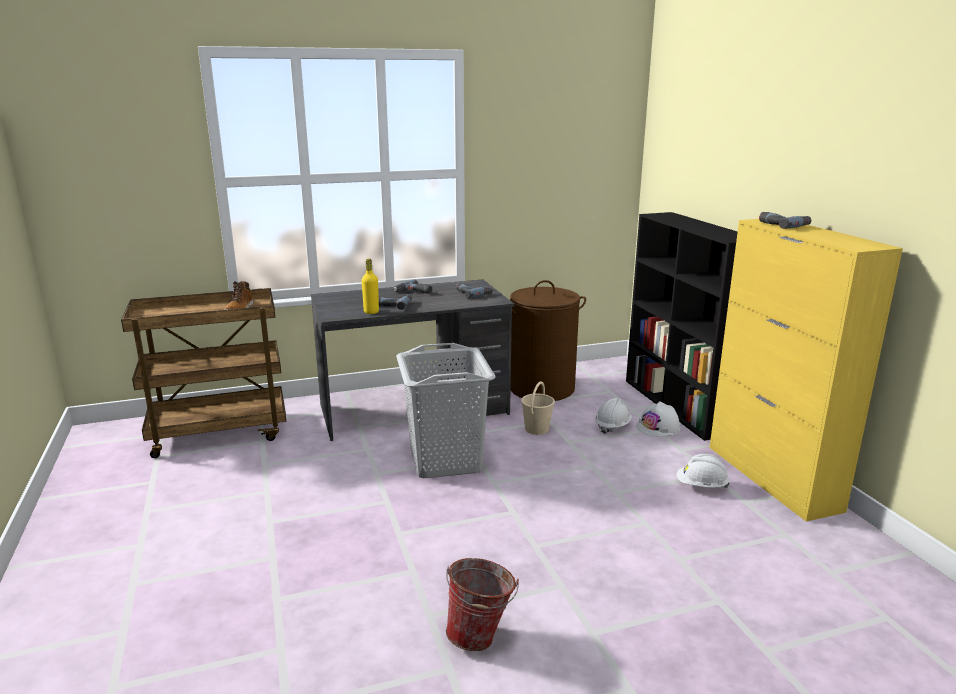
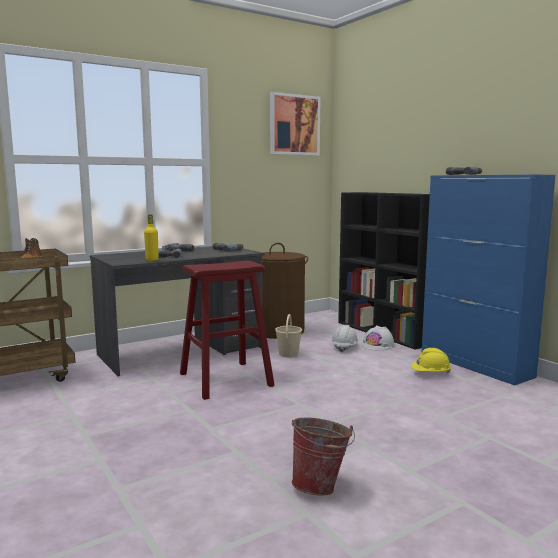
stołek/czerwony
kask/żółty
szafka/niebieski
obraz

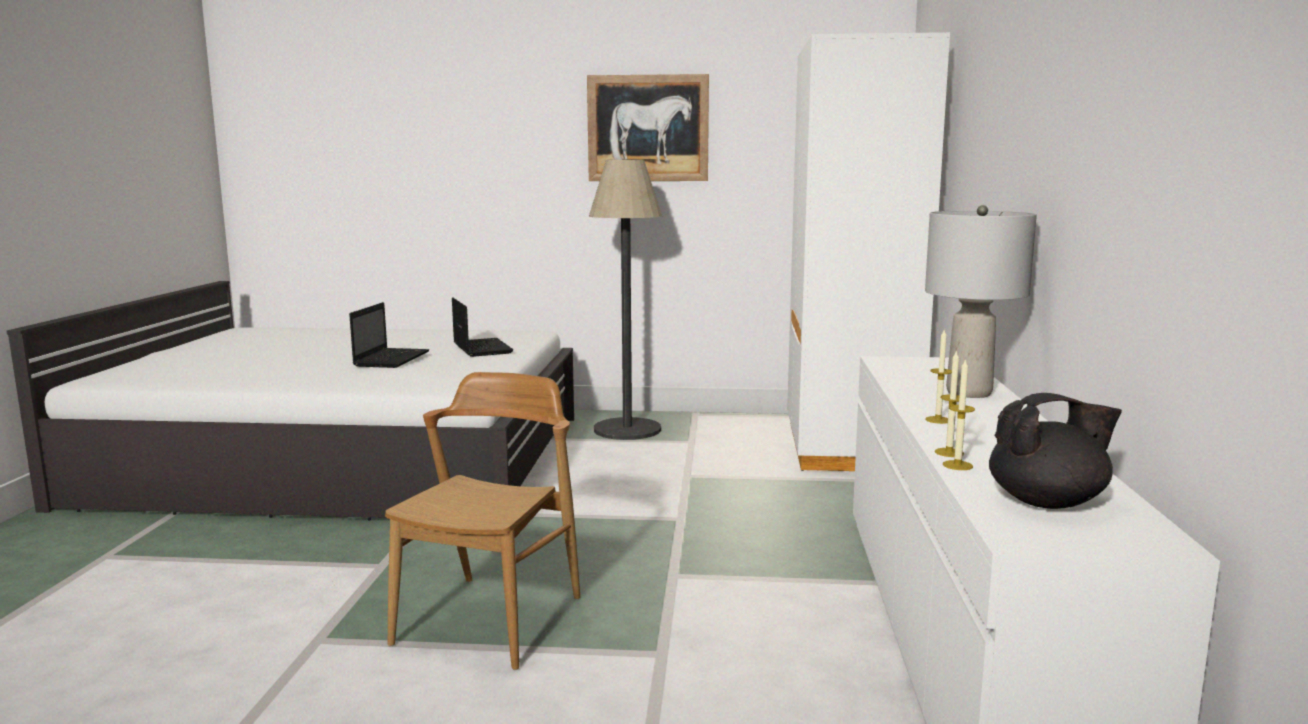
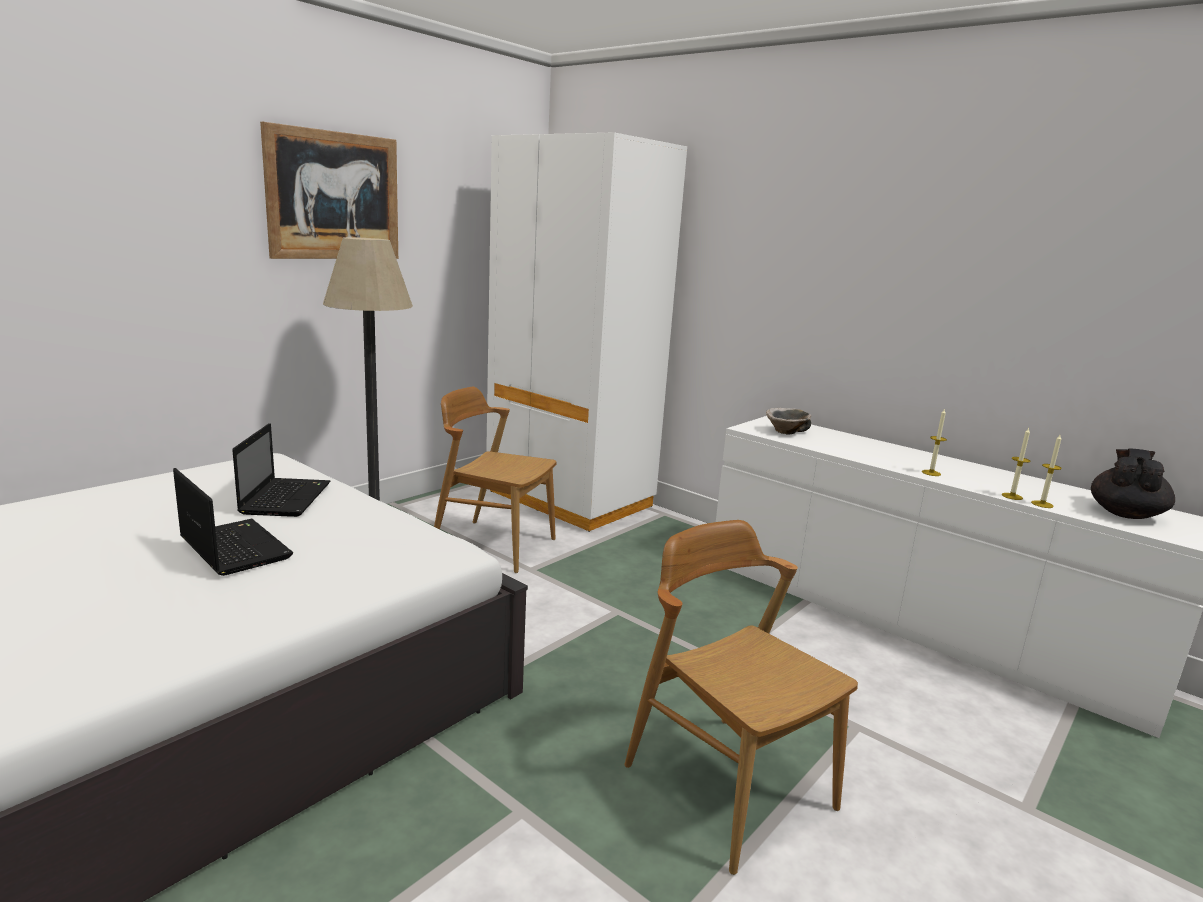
laptop (no. 2 from left)
lampa stołowa/szary
krzesło/brązowy (no. 1 from left)
miska

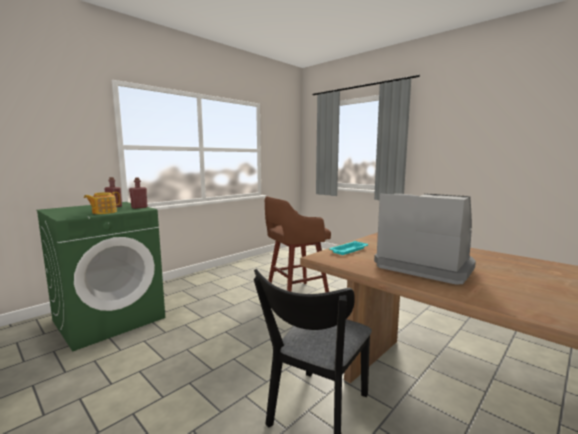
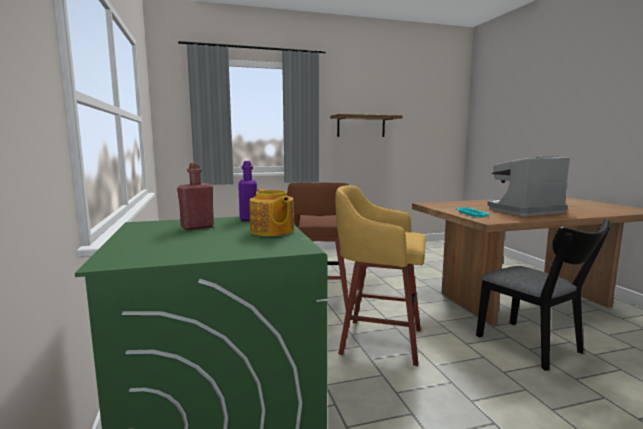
butelka/fioletowy
półka
stołek/żółty

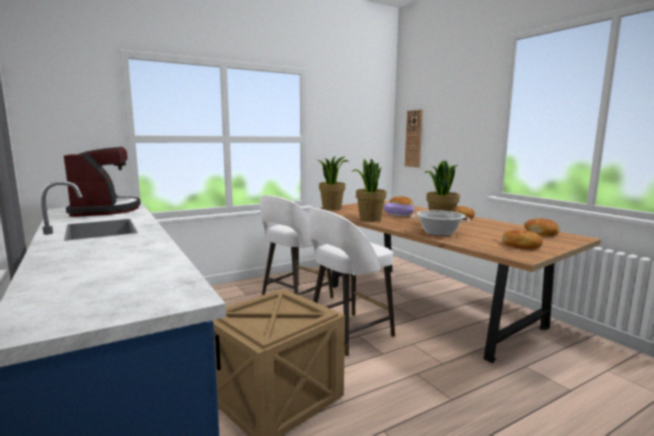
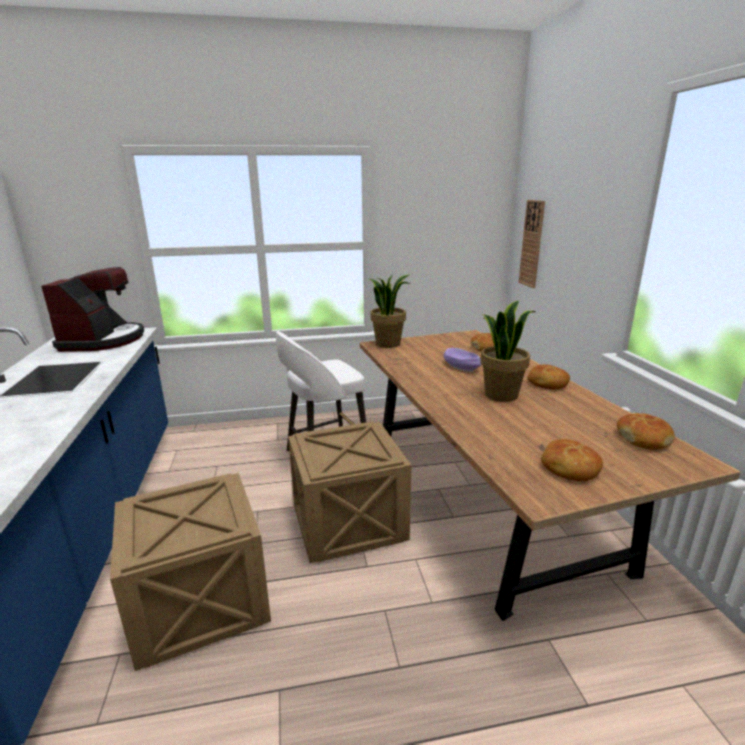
skrzynka (no. 2 from left)
roślina doniczkowa (no. 2 from left in the first image)
garnek

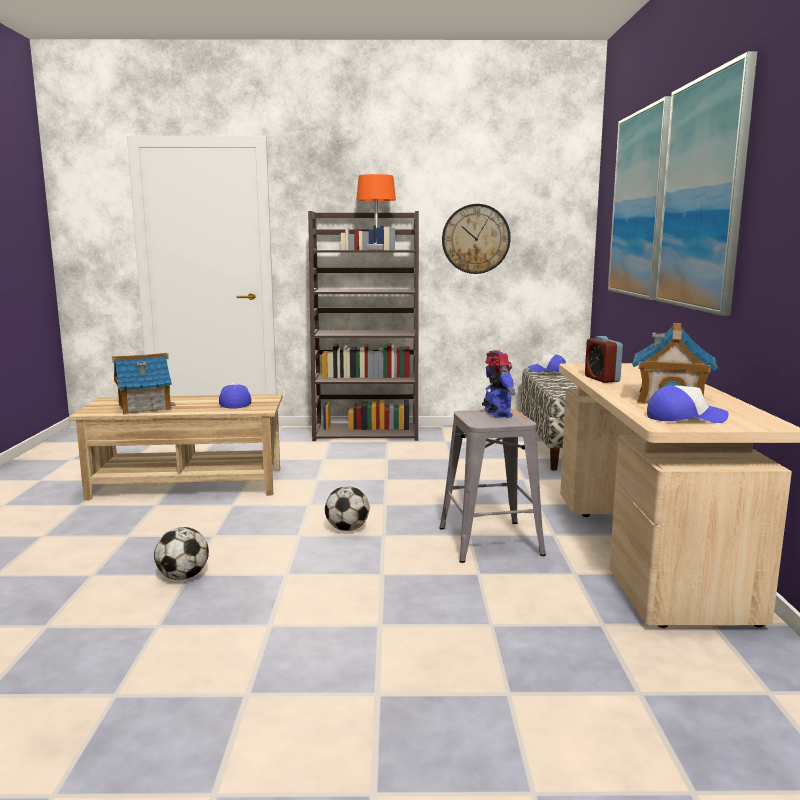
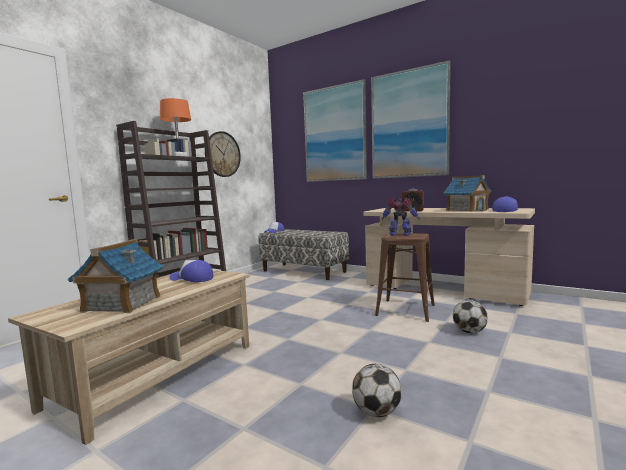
piłka futbolowa (no. 2 from left)
stołek/brązowy

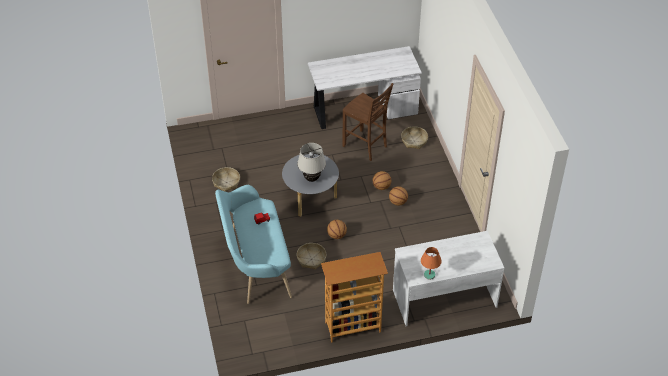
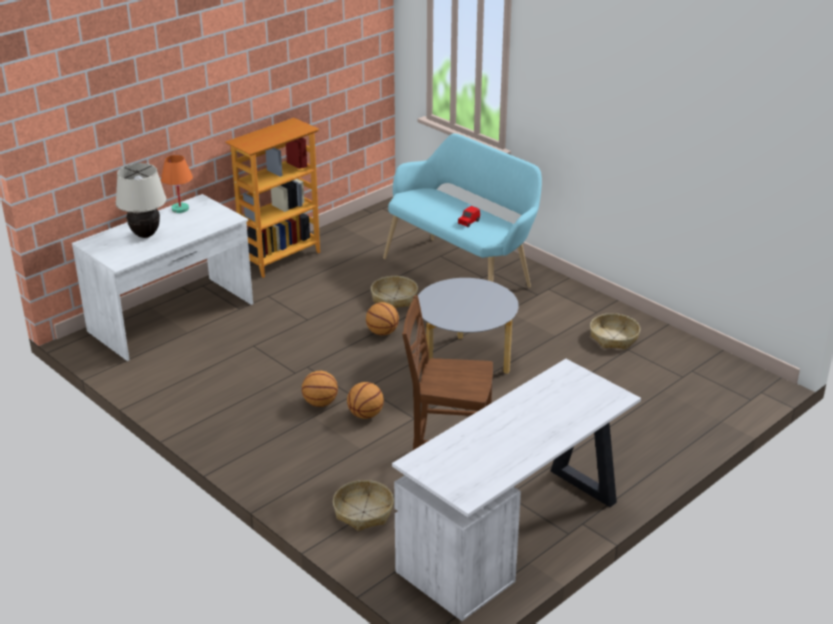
lampa stołowa/beżowy

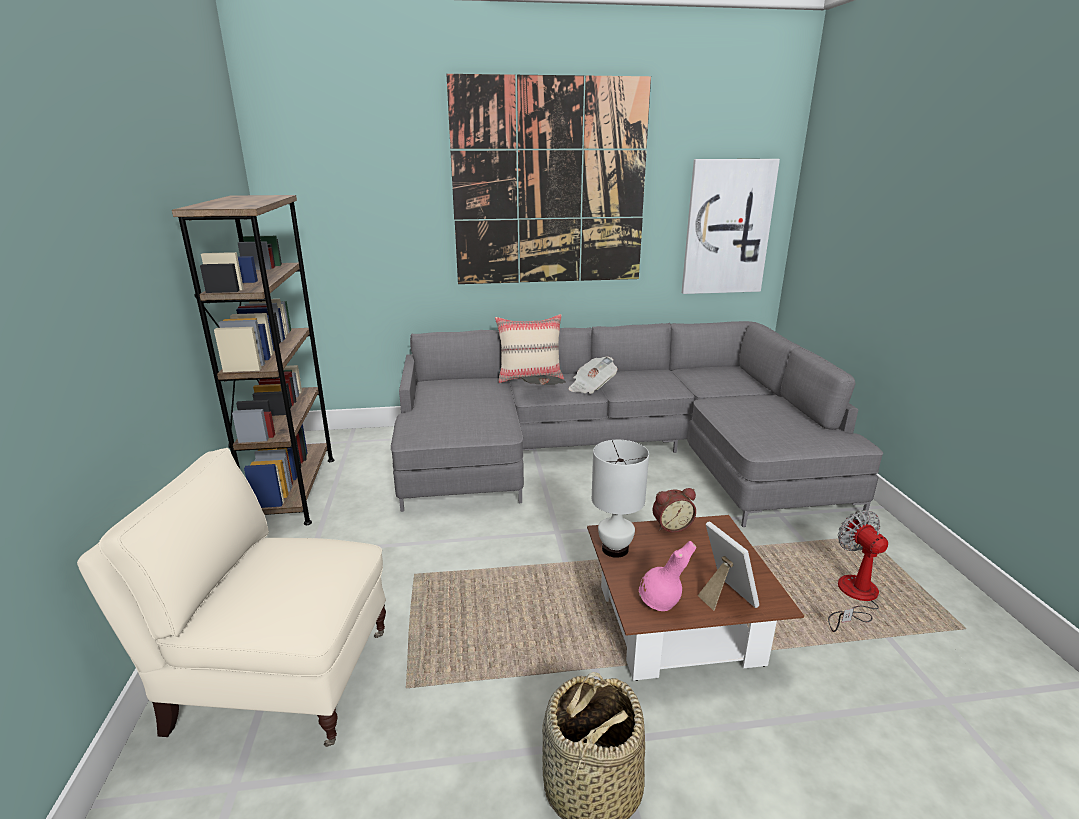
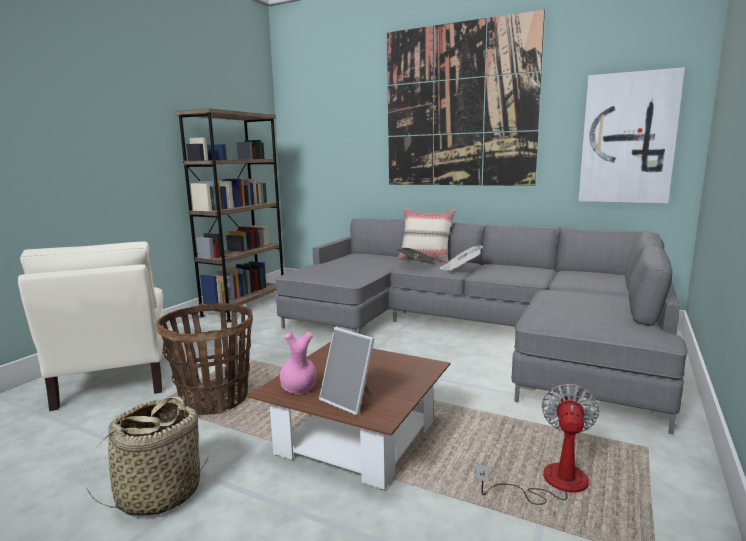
fotel/beżowy
lampa stołowa/biały
budzik
ramka na zdjęcie
koszyk (no. 2 from left)

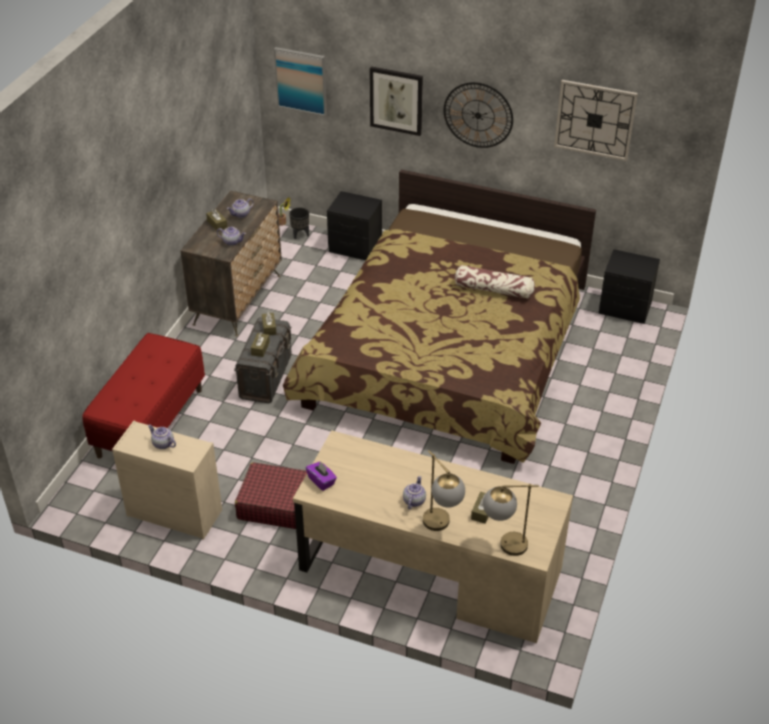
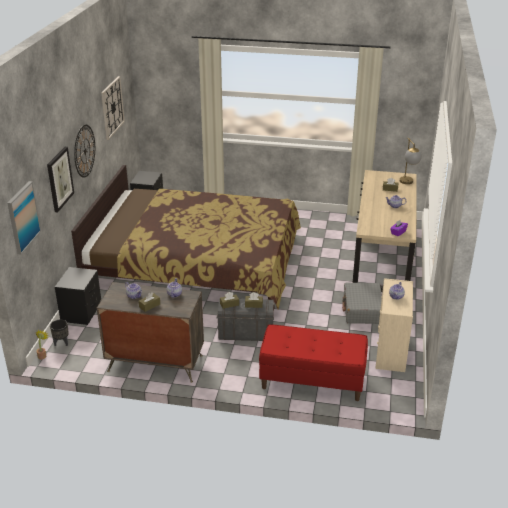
walizka/szary
lampa stołowa (no. 1 from left in the first image)
poduszka

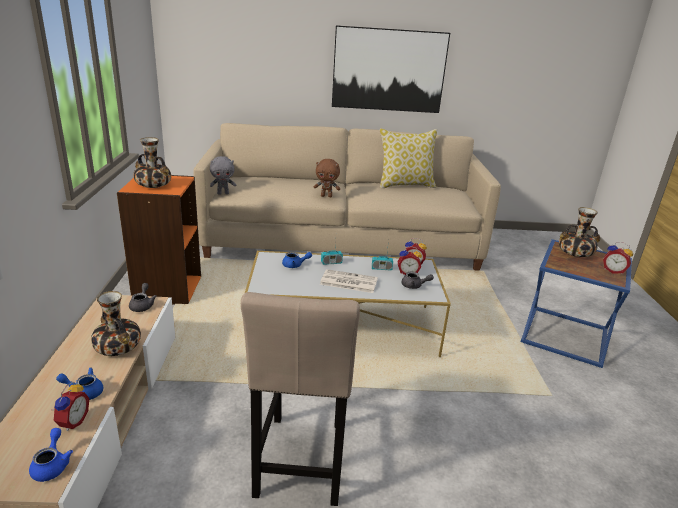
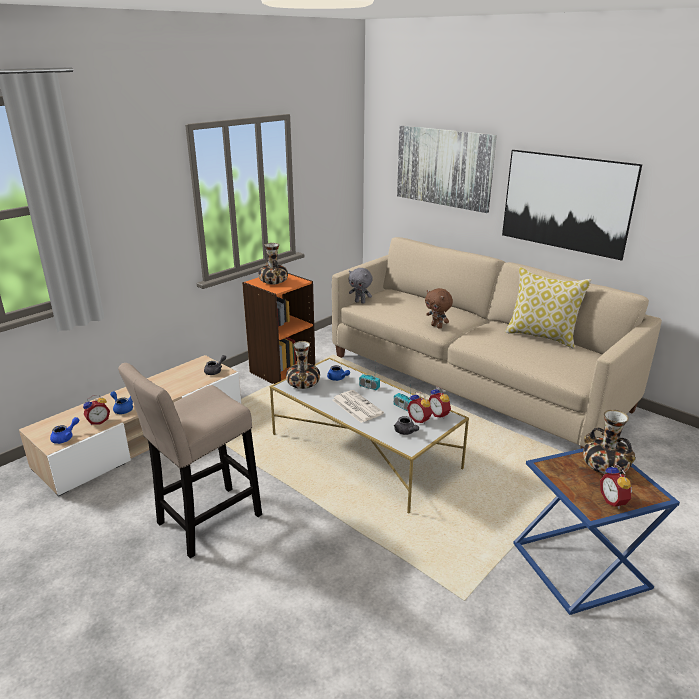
wazon (no. 2 from left)
obraz (no. 1 from left)

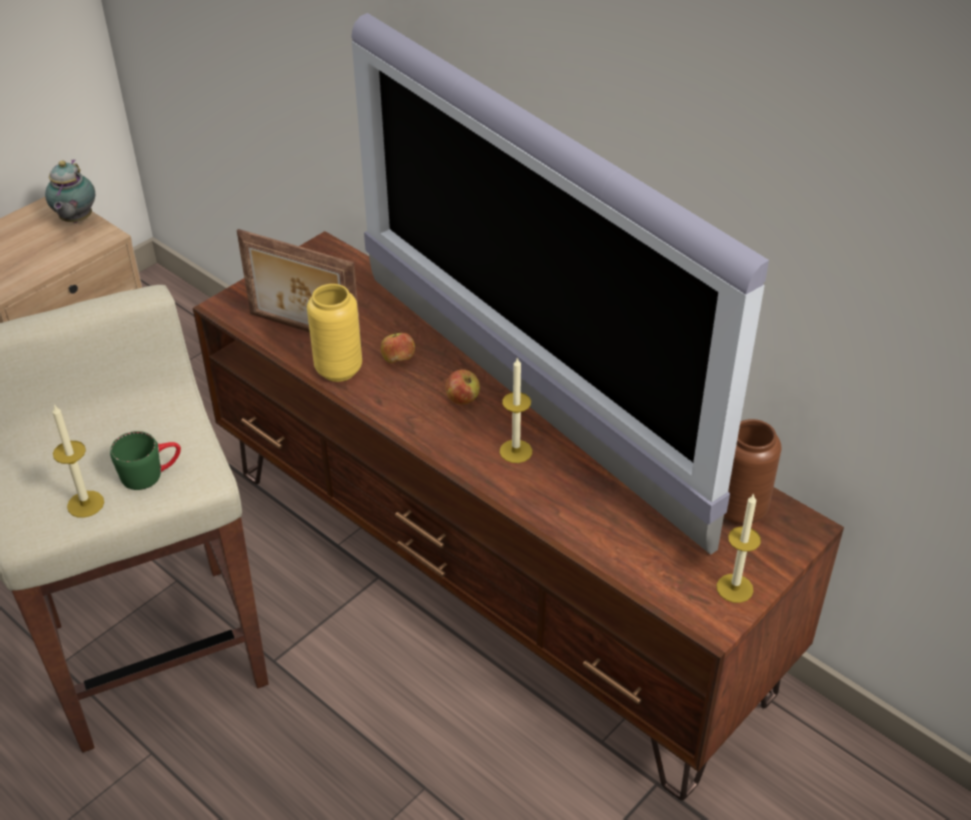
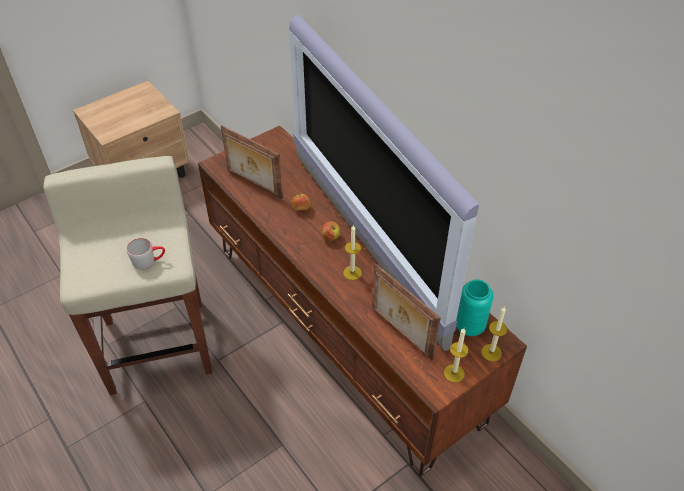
imbryk
świeca (no. 3 from left)
kubek/szary
wazon/żółty
wazon/turkusowy
ramka na zdjęcie (no. 2 from left)

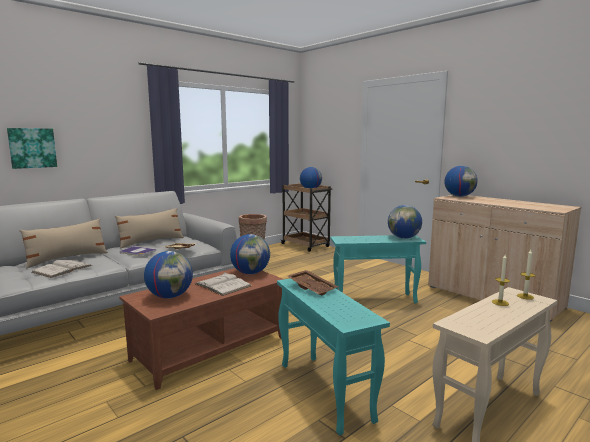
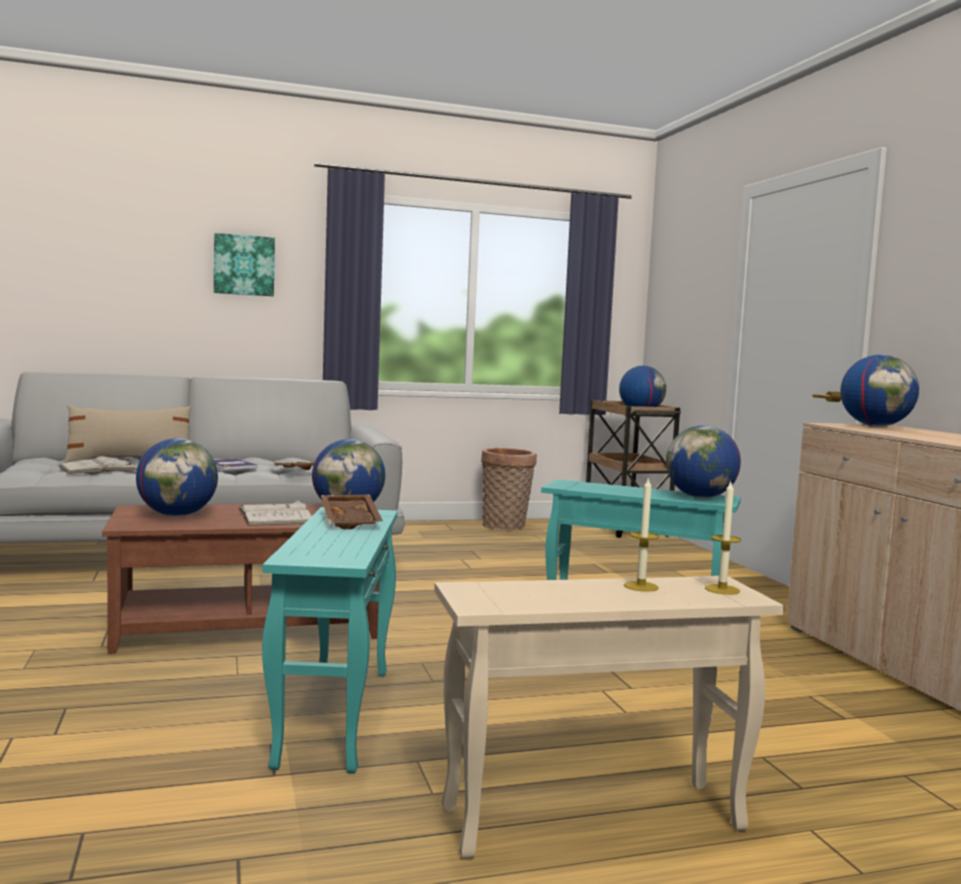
obraz
poduszka/beżowy (no. 2 from left in the first image)

